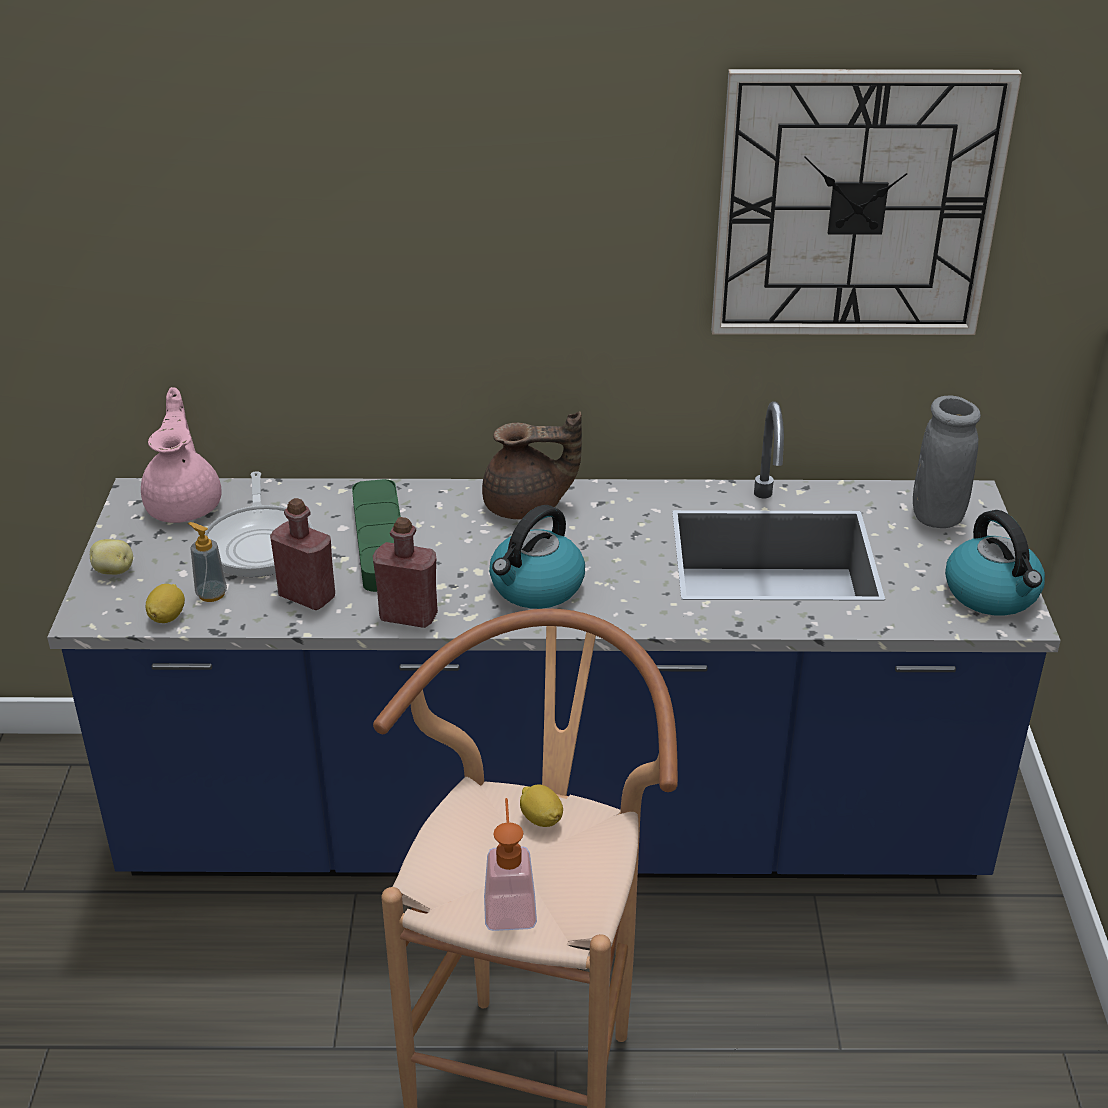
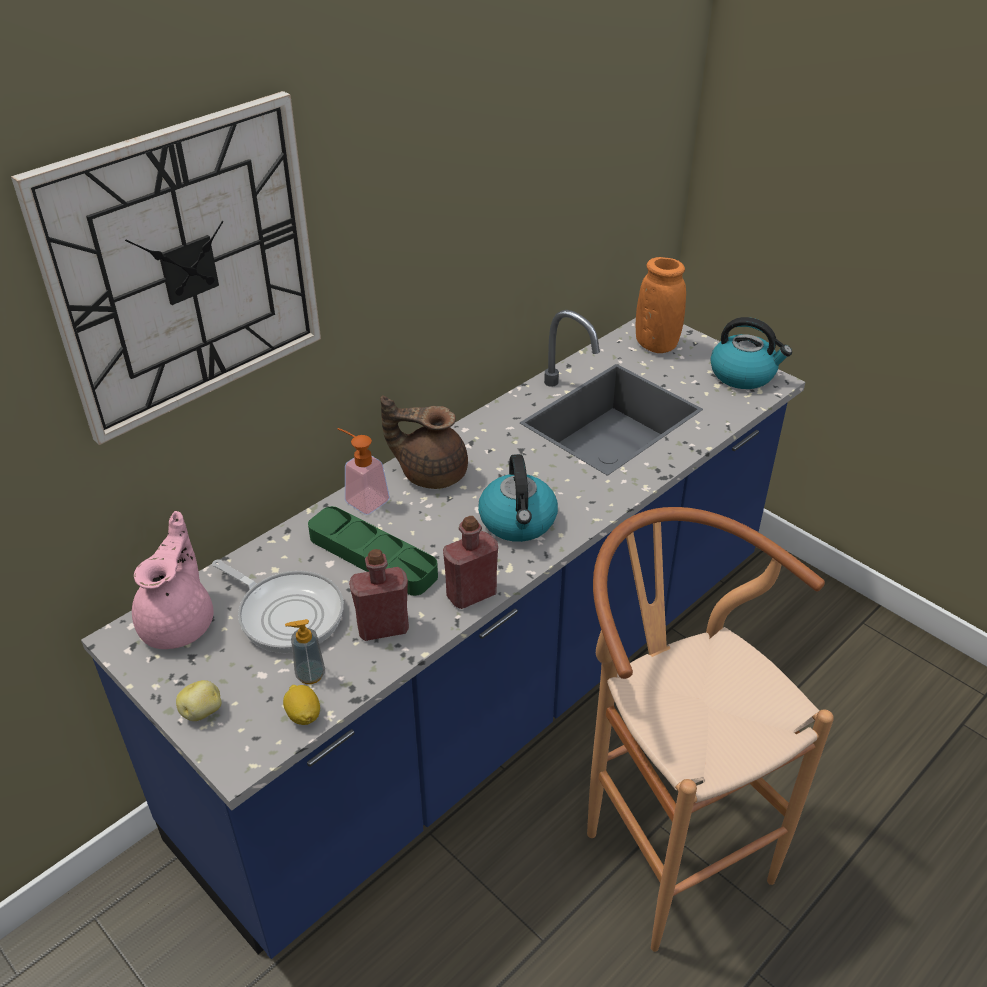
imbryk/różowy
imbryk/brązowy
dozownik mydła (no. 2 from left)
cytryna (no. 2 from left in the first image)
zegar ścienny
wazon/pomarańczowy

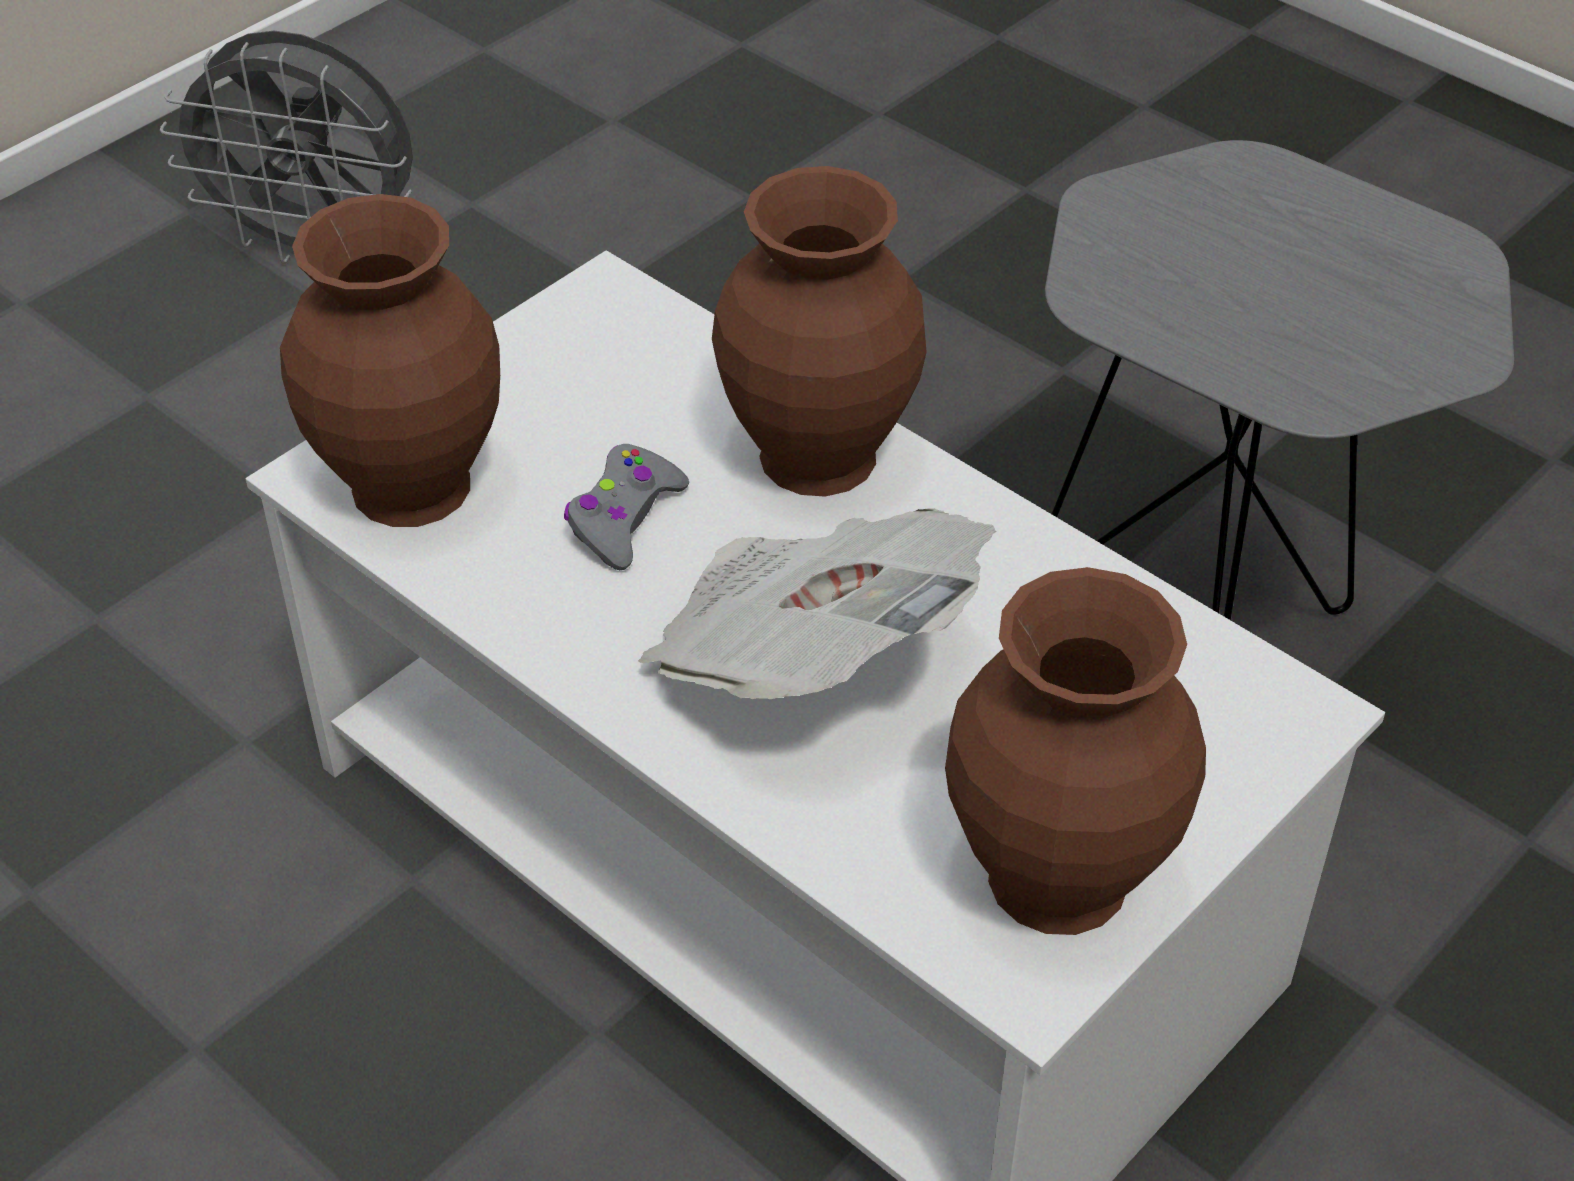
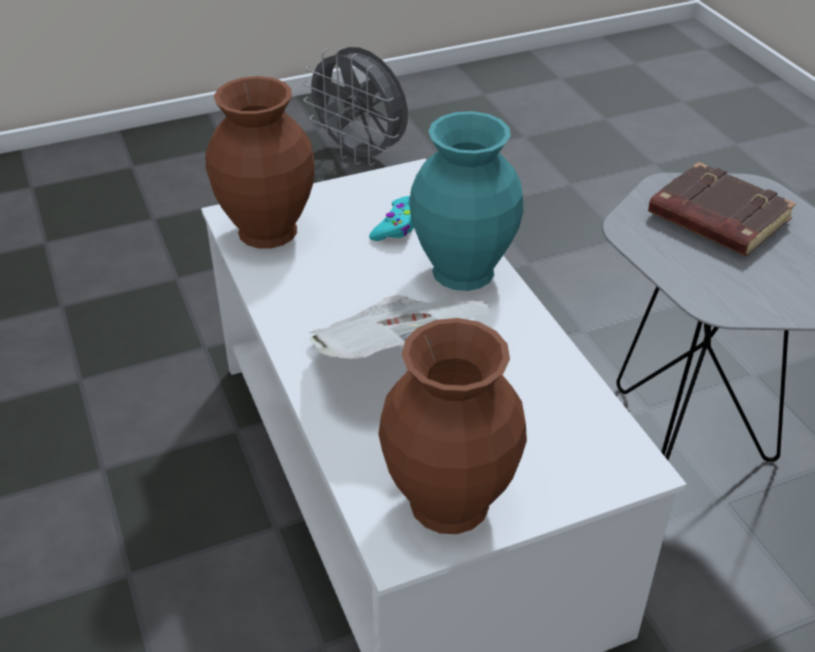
pad do gier/szary
wazon/turkusowy
pad do gier/turkusowy
książka/brązowy

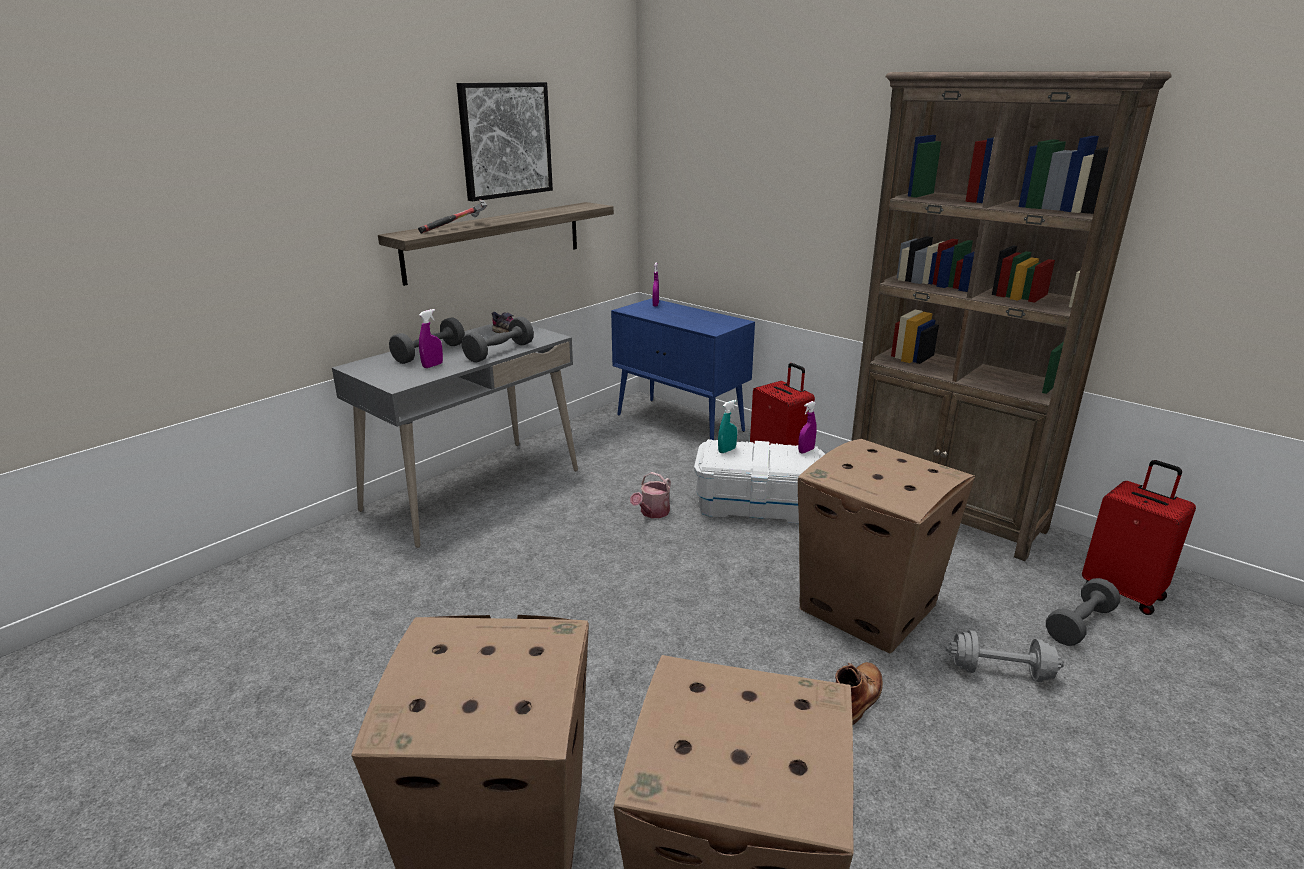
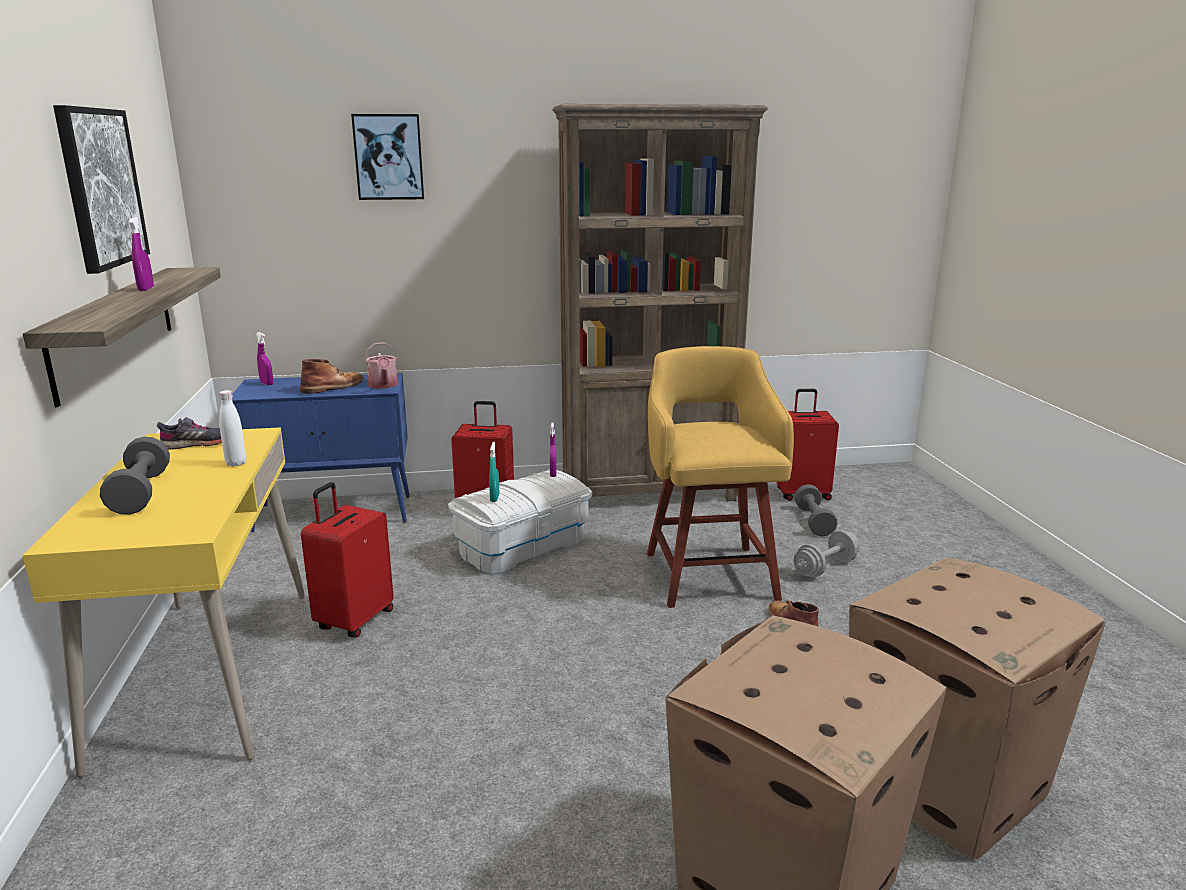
biurko/żółty
młotek
spryskiwacz/fioletowy (no. 1 from left)
butelka/biały
konewka
stołek/żółty
but z cholewką/brązowy (no. 1 from left)
walizka/czerwony (no. 1 from left)
obraz (no. 2 from left)

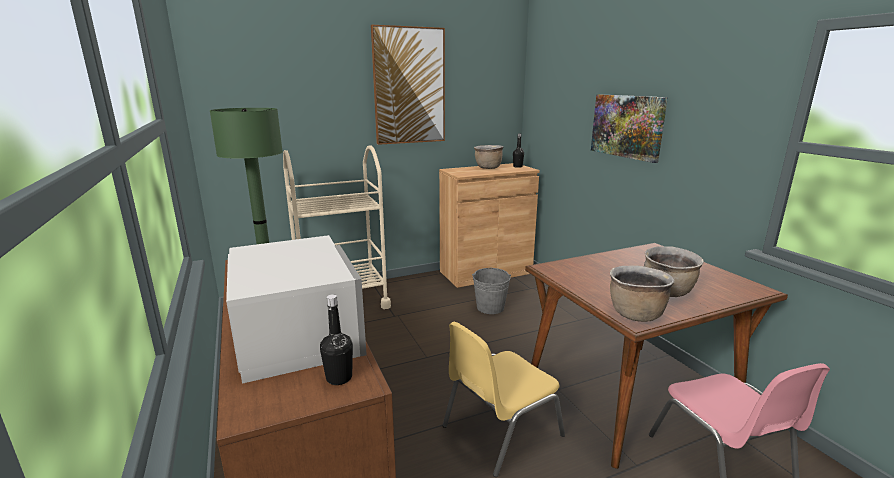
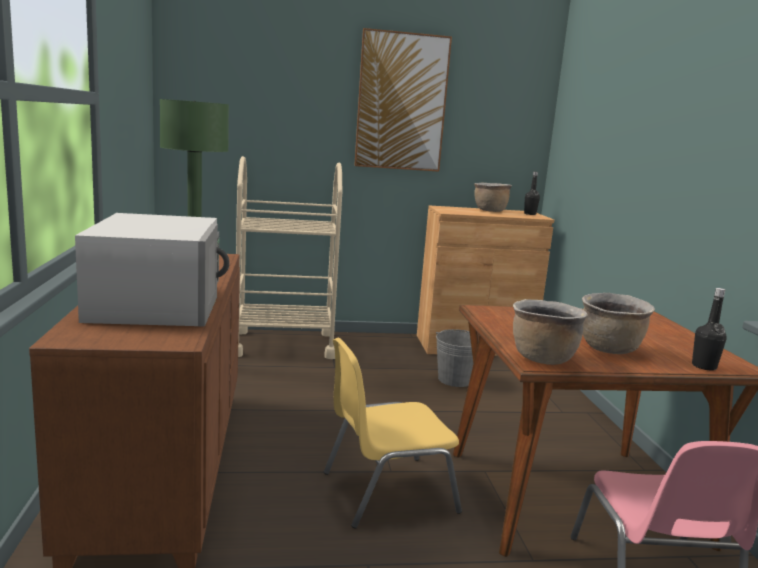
butelka/czarny (no. 2 from left)
obraz (no. 2 from left in the first image)

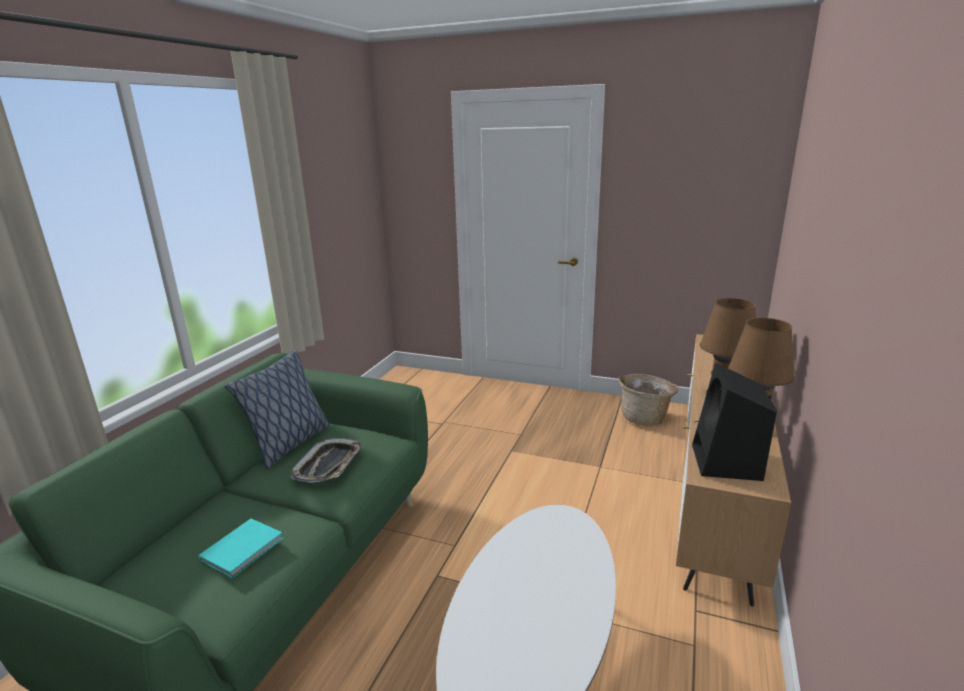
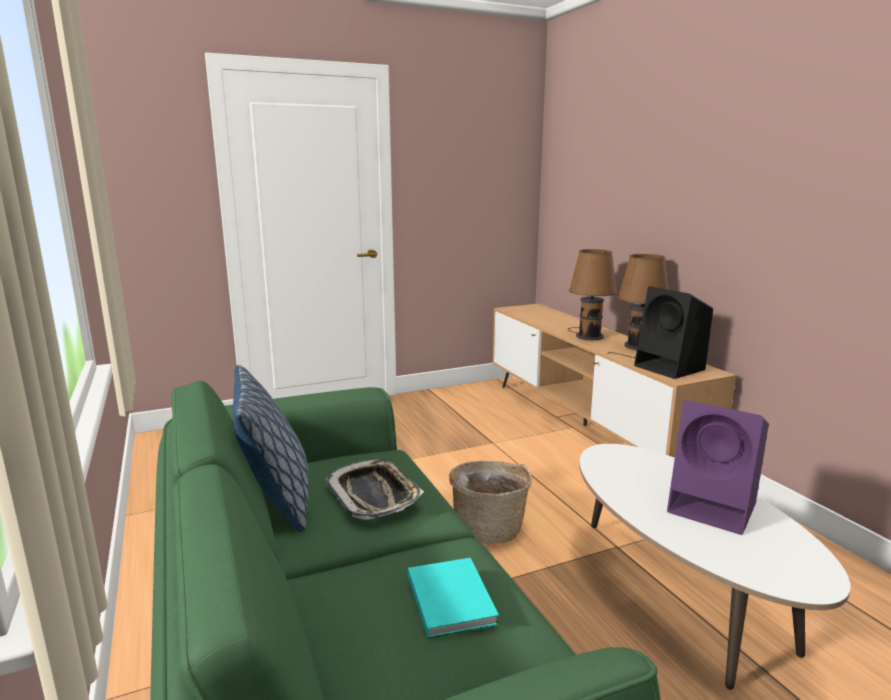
koszyk
głośnik/fioletowy

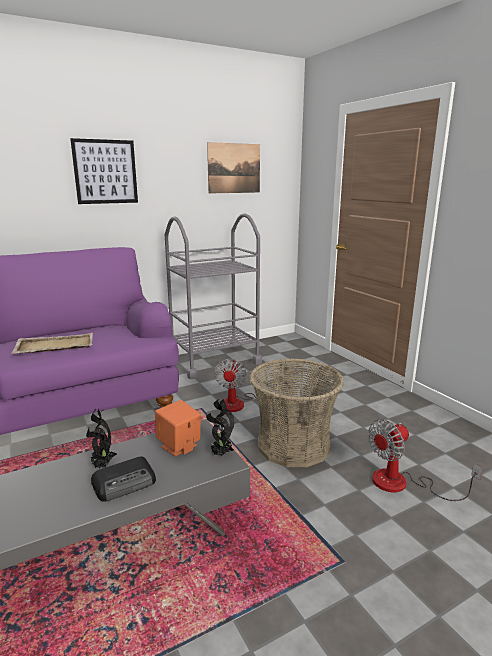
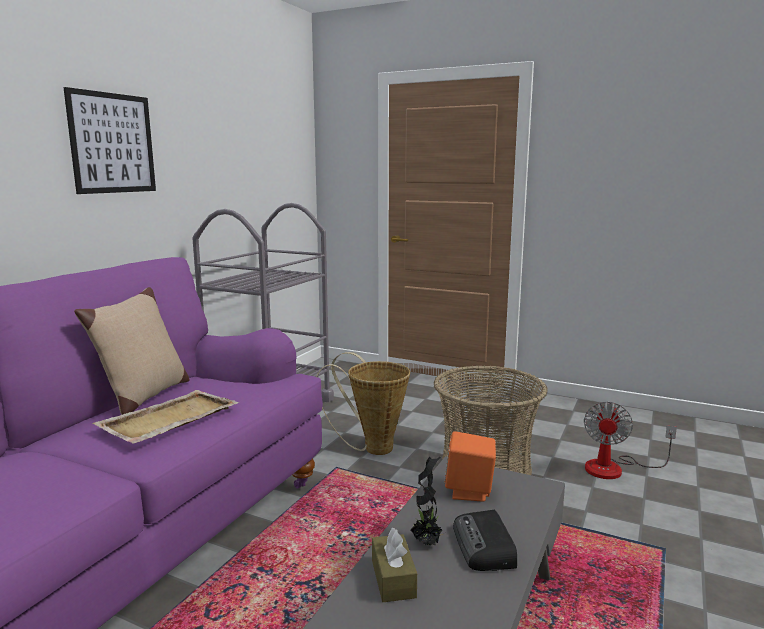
radio
roślina doniczkowa (no. 2 from left in the first image)
obraz (no. 2 from left in the first image)
koszyk (no. 1 from left)
poduszka/beżowy
pudełko chusteczek/brązowy

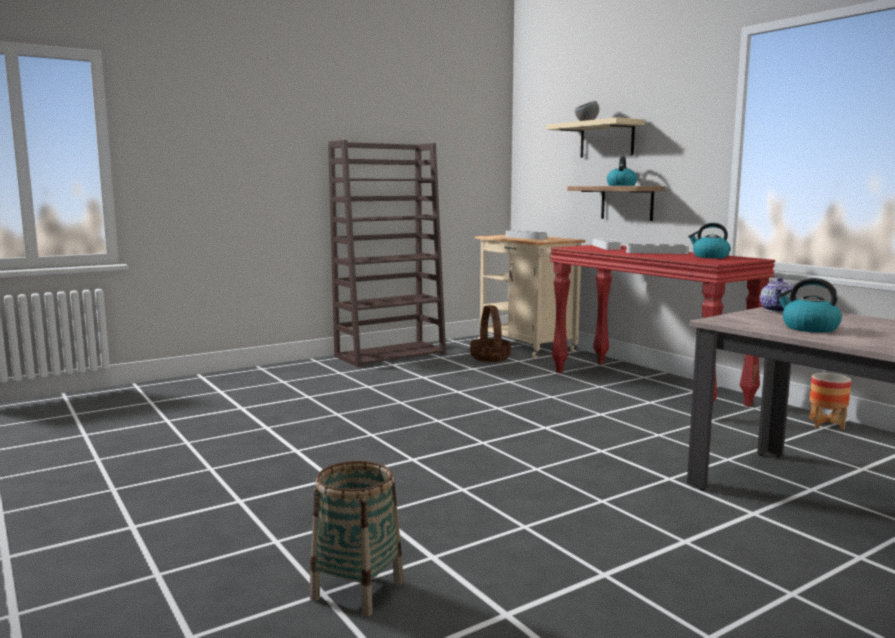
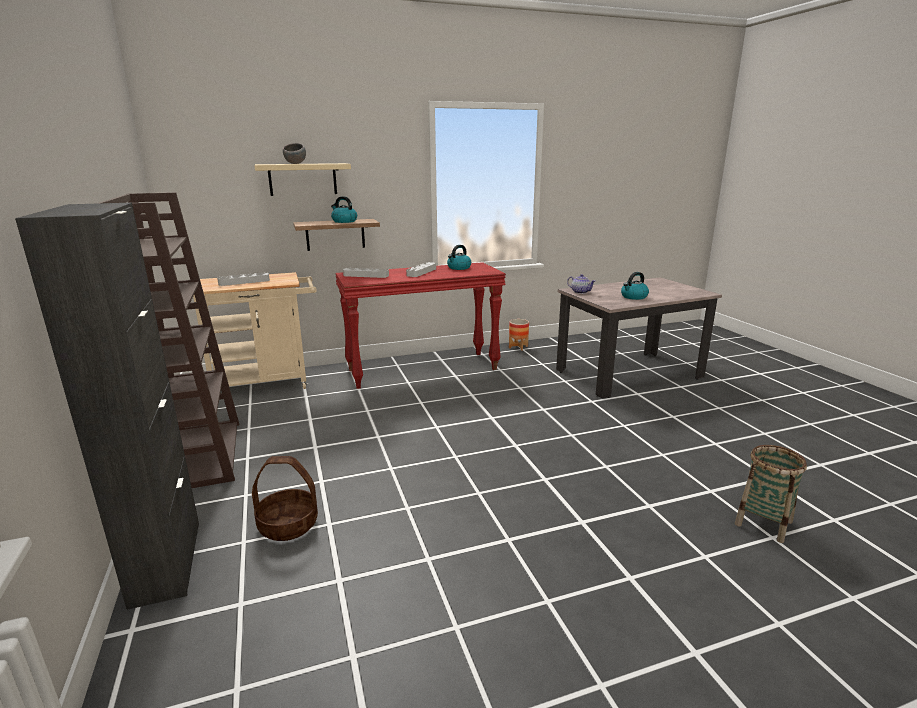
koszyk (no. 1 from left)
szafka/czarny

